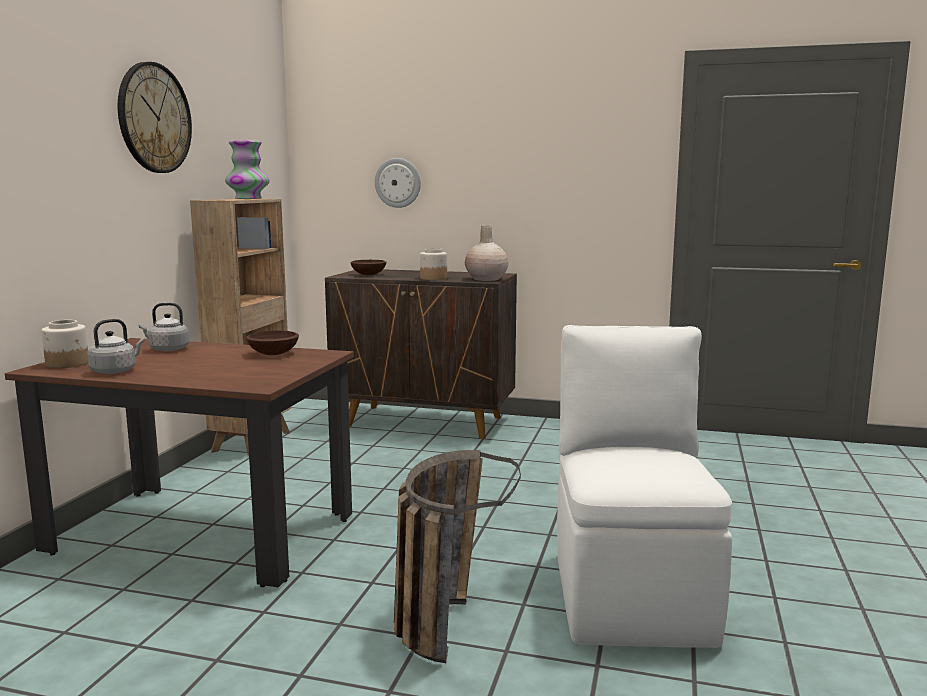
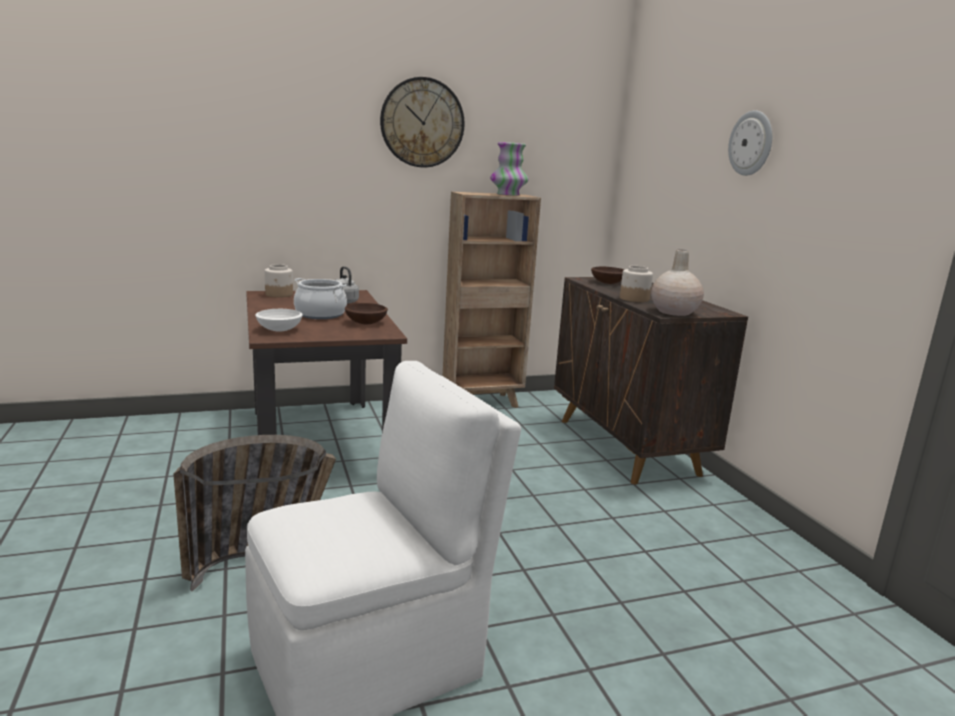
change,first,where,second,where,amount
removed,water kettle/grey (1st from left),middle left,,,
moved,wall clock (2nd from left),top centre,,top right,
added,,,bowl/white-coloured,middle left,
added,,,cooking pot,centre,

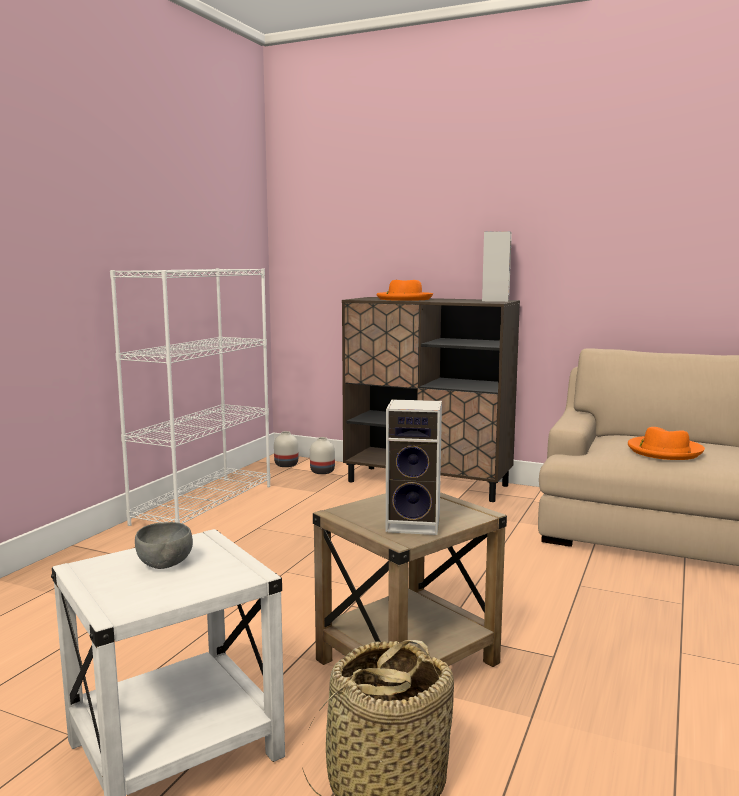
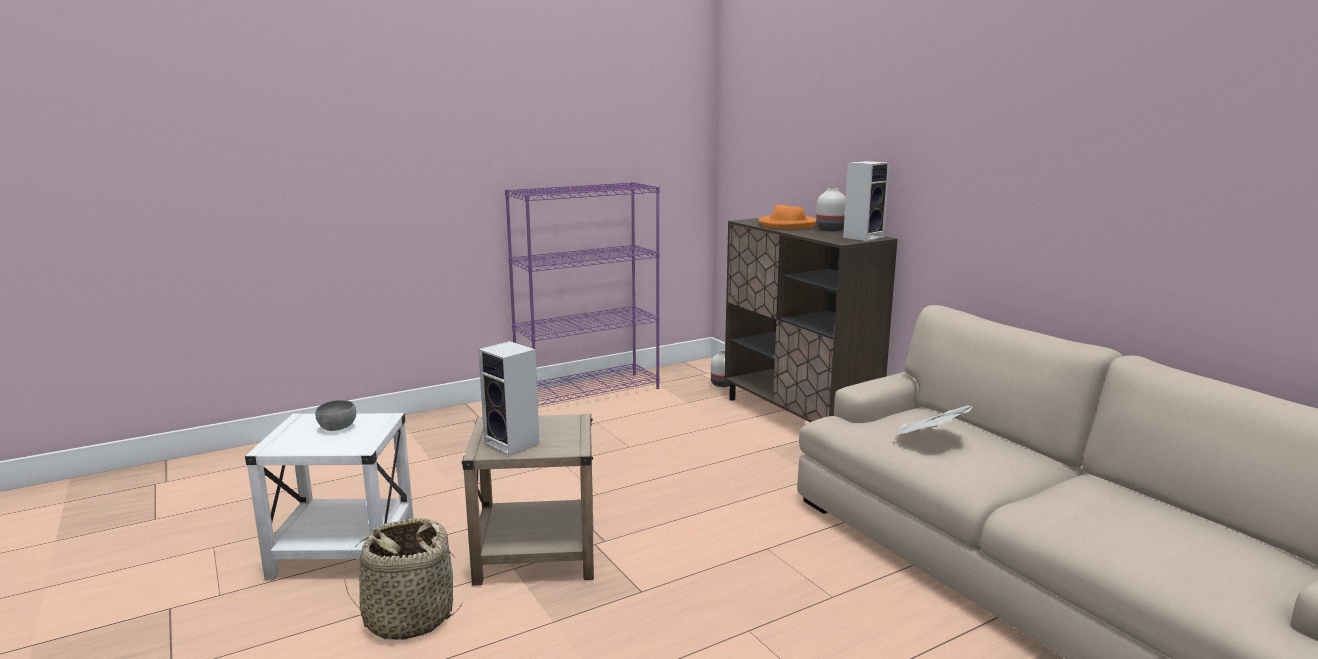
change,first,where,second,where,amount
recoloured,bookcase/white-coloured,middle left,bookcase/purple,centre,
moved,vase/white-coloured (1st from left in the first image),centre,vase/white-coloured (2nd from left),top centre,
replaced,clothing hat/orange (2nd from left),middle right,daily paper,middle right,

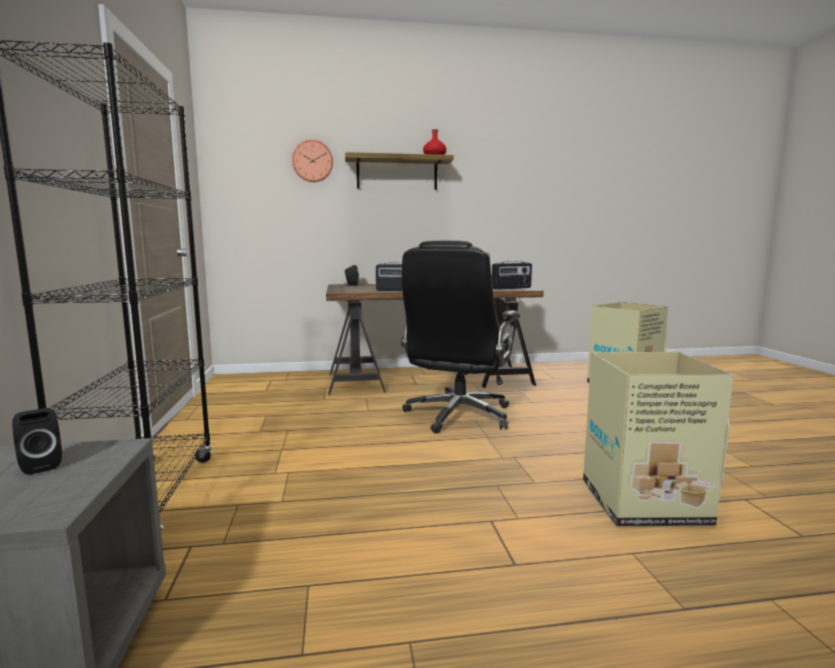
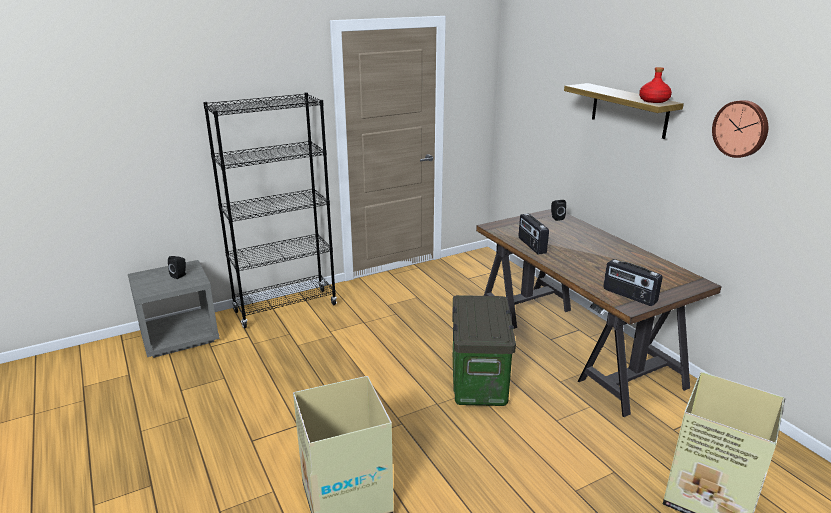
change,first,where,second,where,amount
moved,wall clock,top centre,,top right,
replaced,desk chair/black-coloured,centre,storage bin,bottom centre,

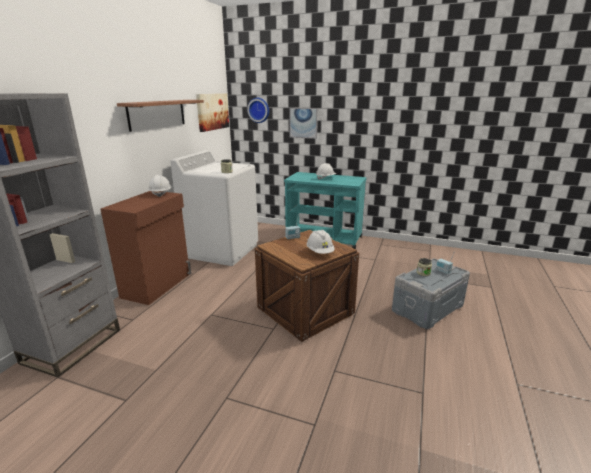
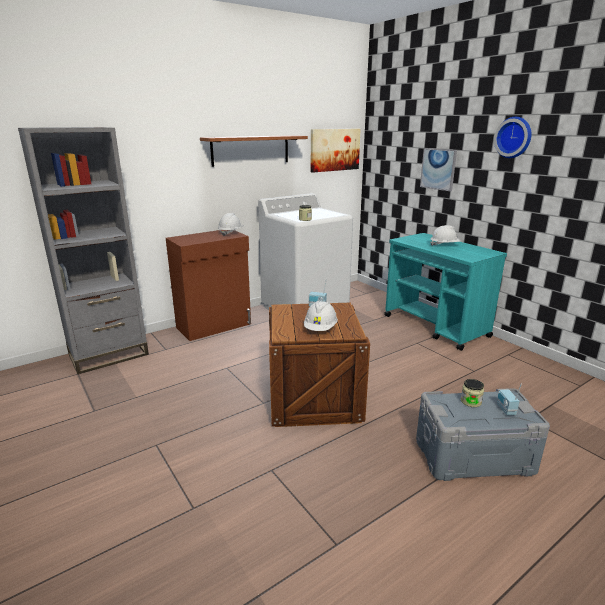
change,first,where,second,where,amount
moved,wall clock,top centre,,top right,

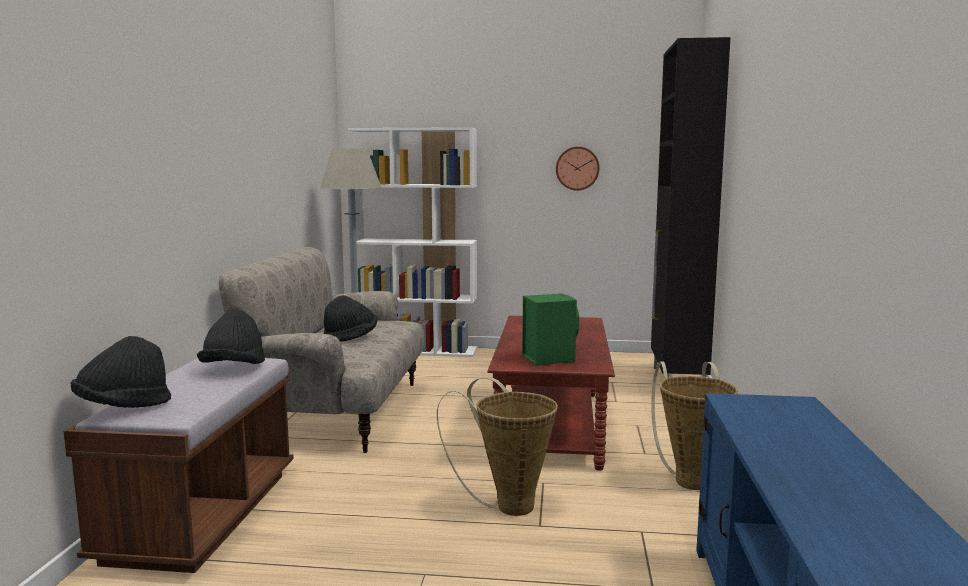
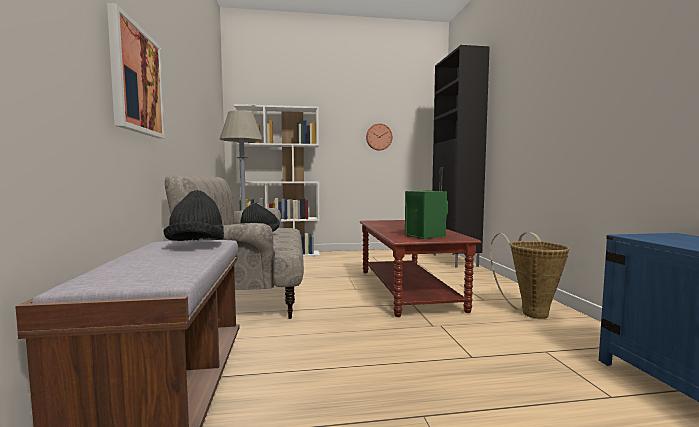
change,first,where,second,where,amount
removed,clothing hat/black-coloured (1st from left),middle left,,,
removed,basket (1st from left),bottom centre,,,
added,,,wall picture,top left,

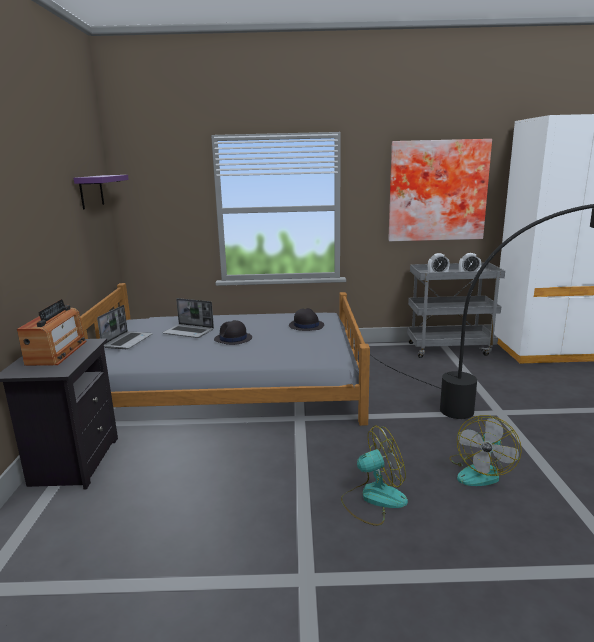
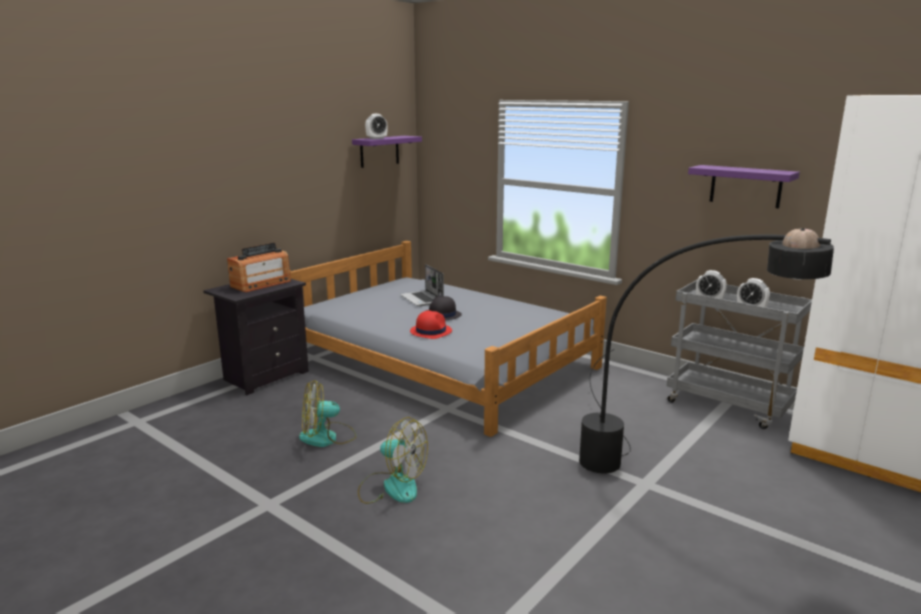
change,first,where,second,where,amount
removed,portable computer (1st from left),middle left,,,
removed,clothing hat/black-coloured (2nd from left),centre,,,
replaced,wall picture,top right,shelf/purple (2nd from left),top right,
moved,fan (2nd from left in the first image),bottom right,fan (1st from left),bottom centre,
added,,,table clock (1st from left),top centre,
added,,,clothing hat/red,centre,

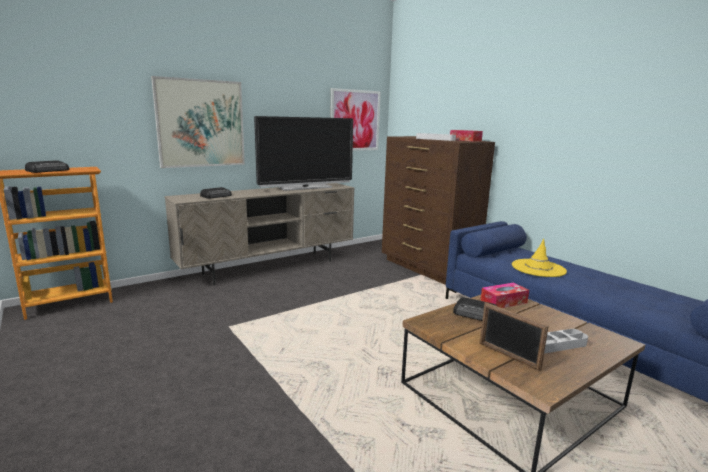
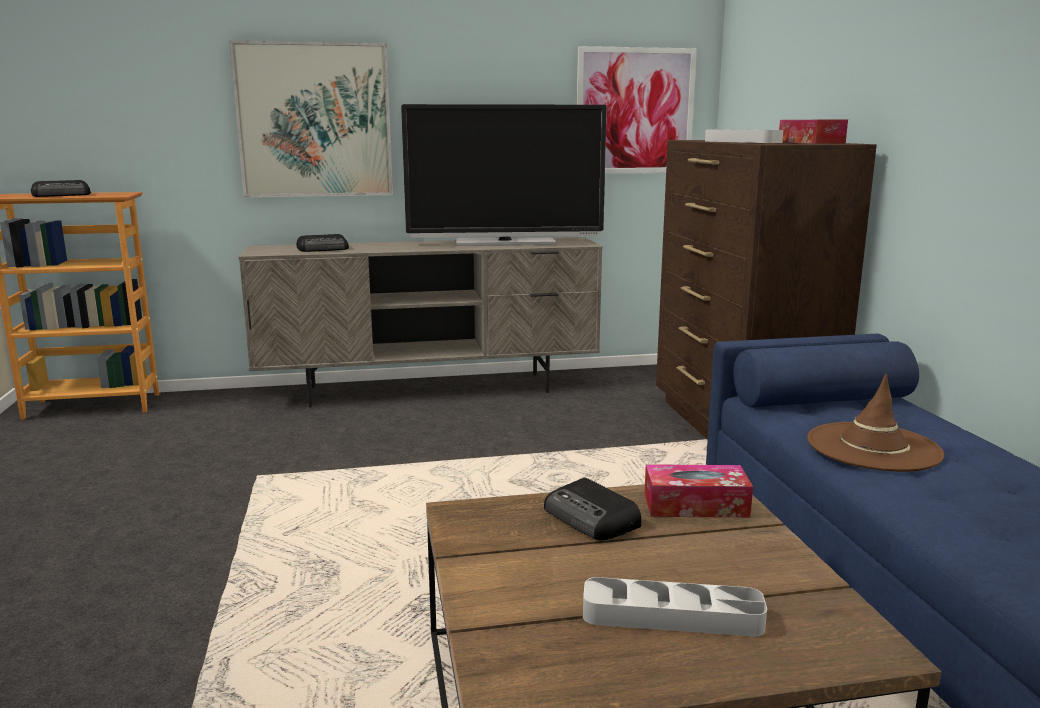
change,first,where,second,where,amount
removed,picture frame,bottom right,,,
recoloured,clothing hat/yellowish,middle right,clothing hat/brown,middle right,

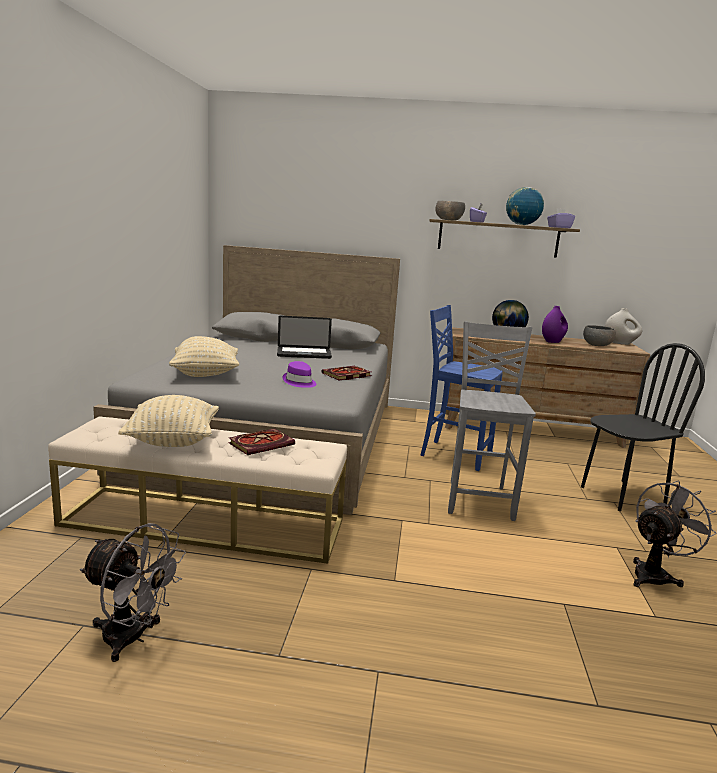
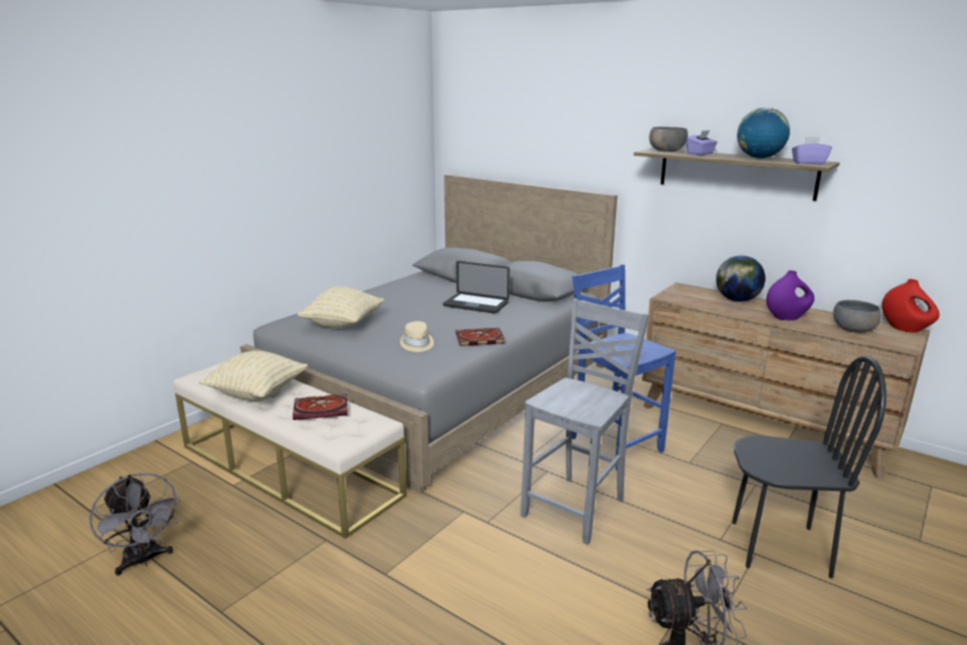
change,first,where,second,where,amount
recoloured,clothing hat/purple,centre,clothing hat/sand-coloured,centre,
recoloured,vase/white-coloured,middle right,vase/red,middle right,

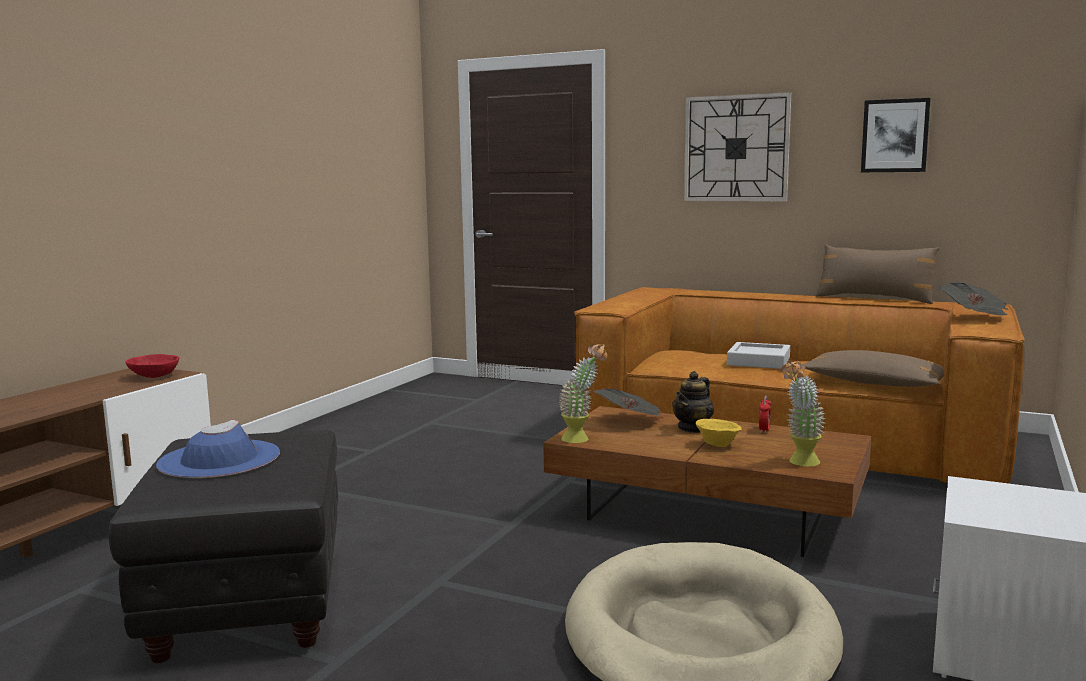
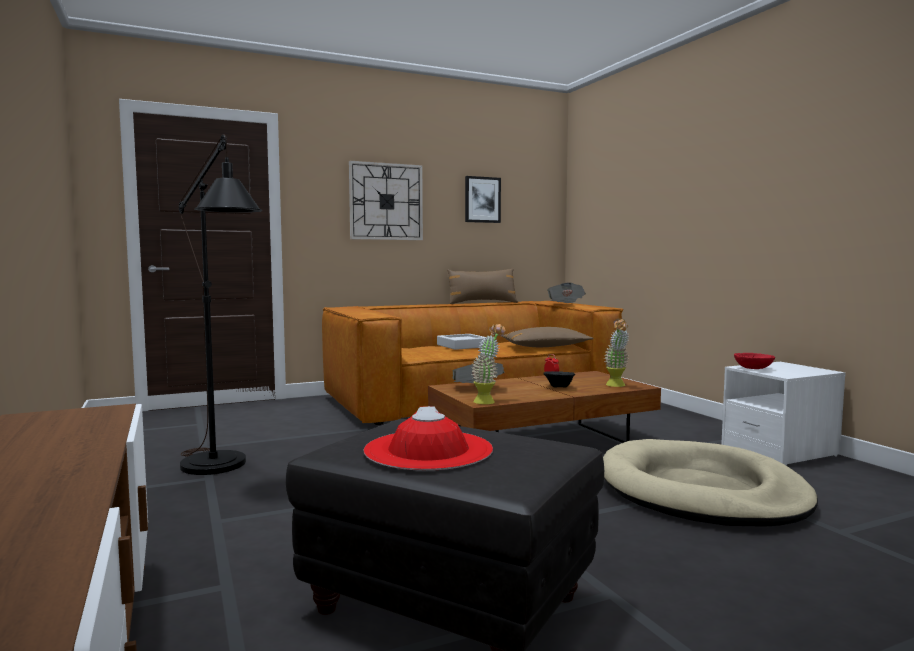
change,first,where,second,where,amount
moved,bowl/red,middle left,,middle right,
recoloured,clothing hat/bluish,middle left,clothing hat/red,bottom centre,
removed,pot for tea,centre,,,
recoloured,bowl/yellowish,centre,bowl/black-coloured,centre,
added,,,standard lamp/black-coloured,middle left,

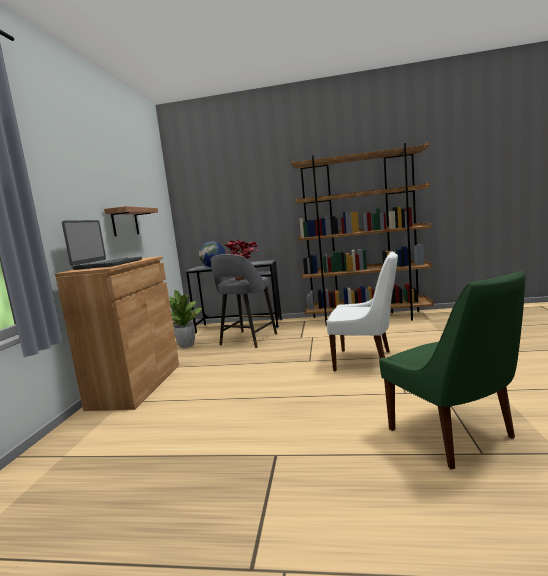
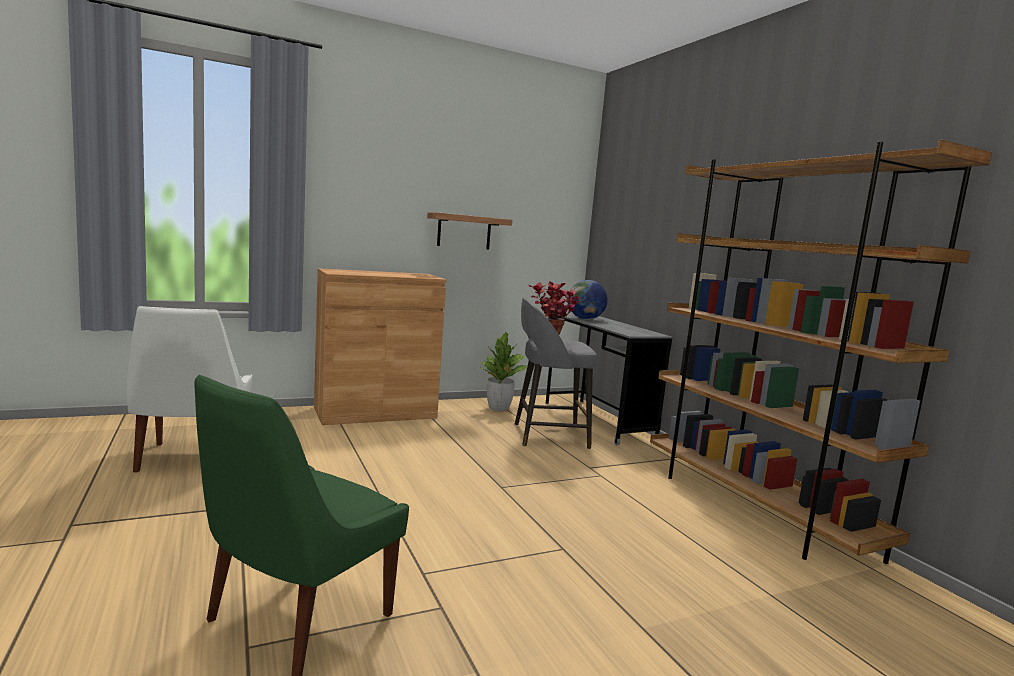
change,first,where,second,where,amount
removed,portable computer,middle left,,,
moved,upright chair/white-coloured,centre,,middle left,

